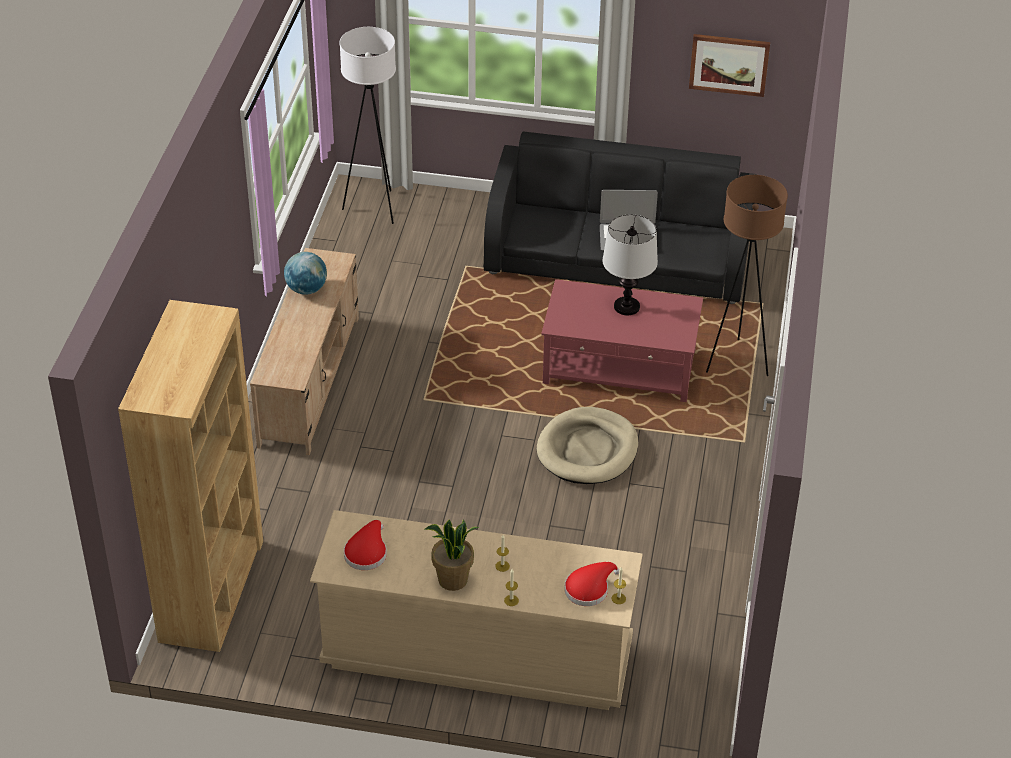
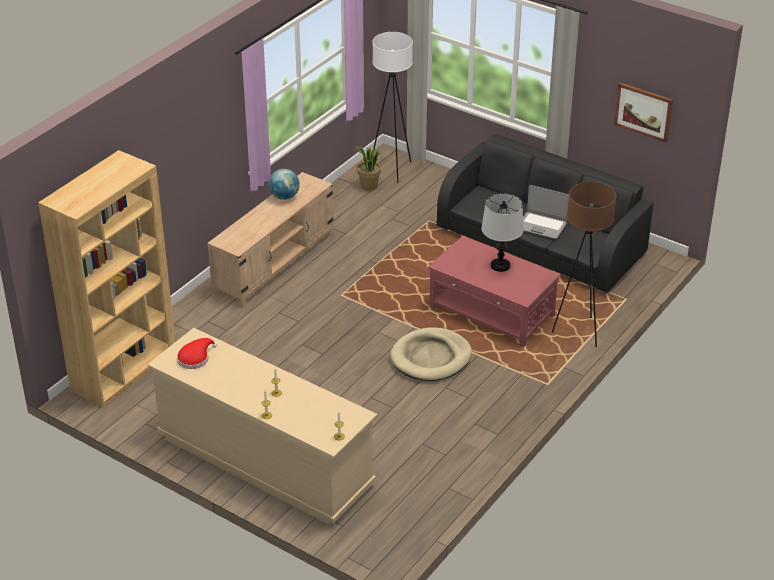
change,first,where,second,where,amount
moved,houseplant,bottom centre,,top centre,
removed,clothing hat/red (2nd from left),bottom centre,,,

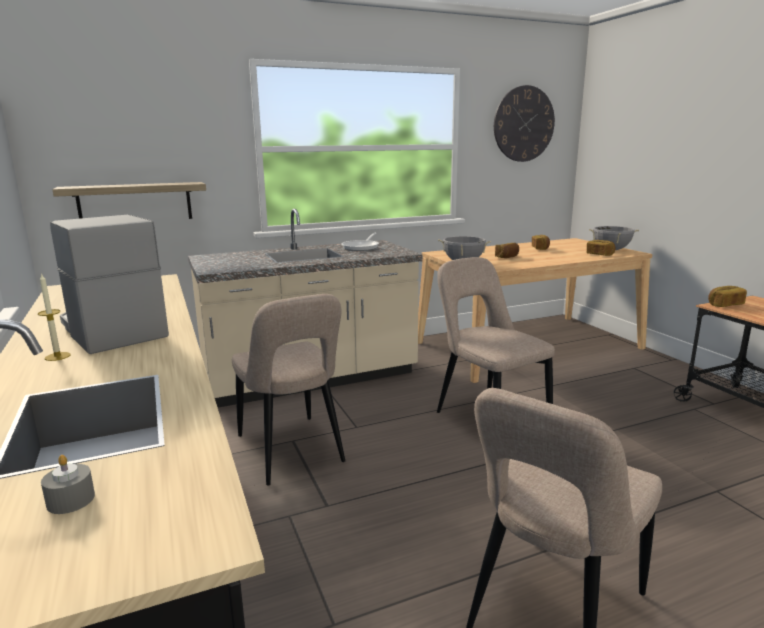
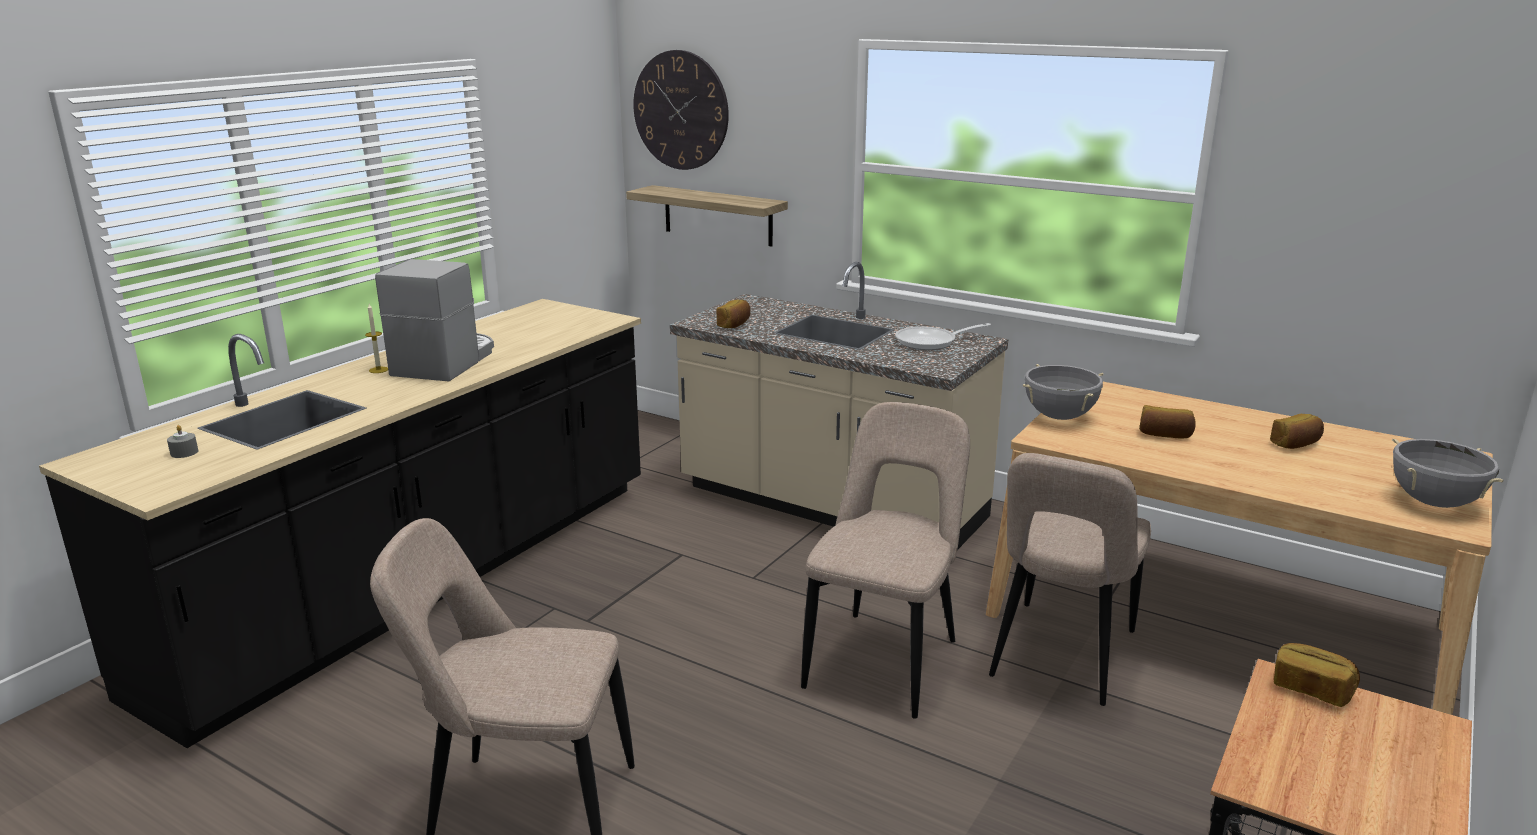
change,first,where,second,where,amount
moved,upright chair/sand-coloured (1st from left in the first image),centre,upright chair/sand-coloured (3rd from left),bottom right,
moved,wall clock,top right,,top centre,
moved,bread (3rd from left in the first image),middle right,bread (1st from left),centre,

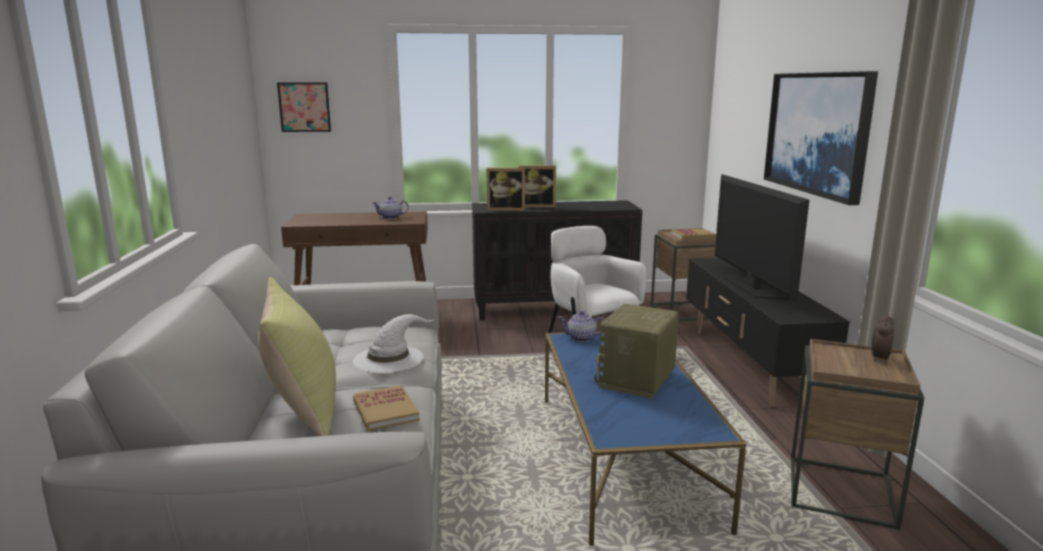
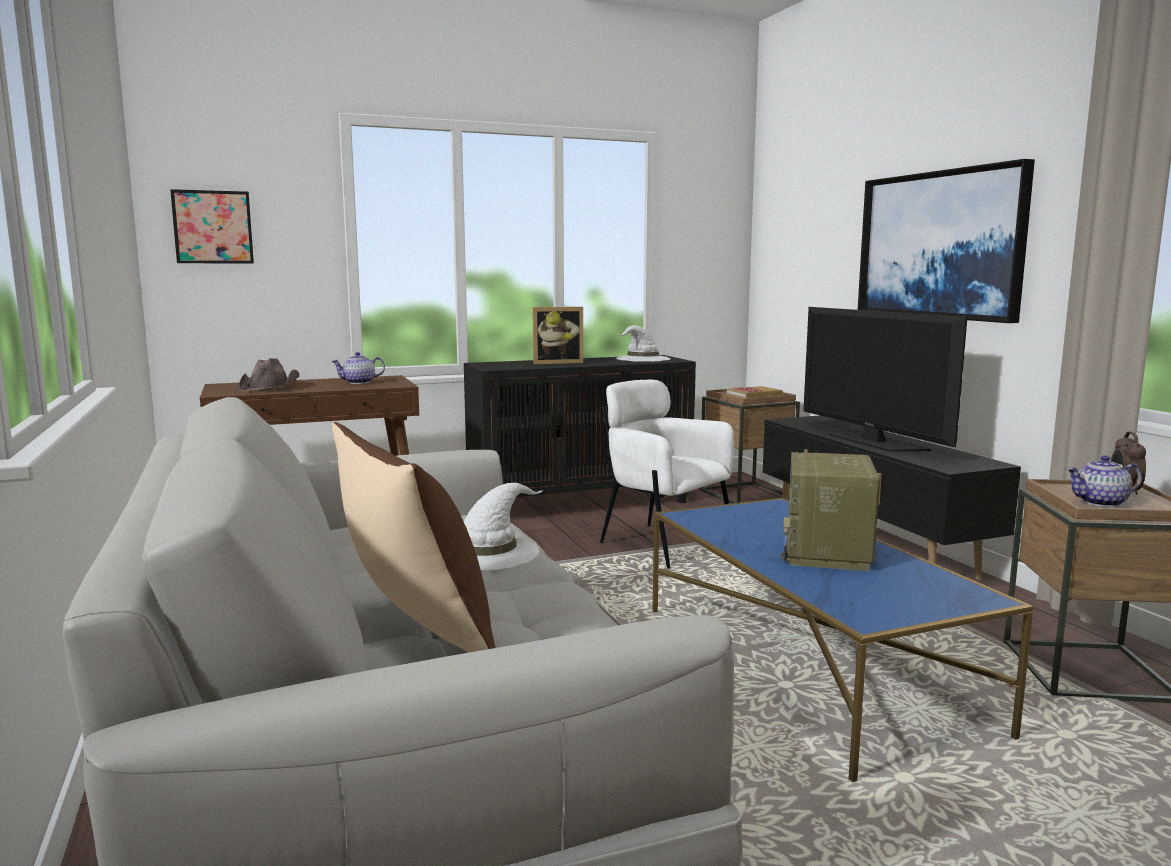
change,first,where,second,where,amount
recoloured,cushion/yellowish,middle left,cushion/brown,centre,
removed,bound book (1st from left),bottom centre,,,
removed,picture frame (1st from left),centre,,,
moved,pot for tea (2nd from left),centre,,middle right,
added,,,clothing hat/brown,middle left,
added,,,clothing hat/white-coloured (2nd from left),centre,

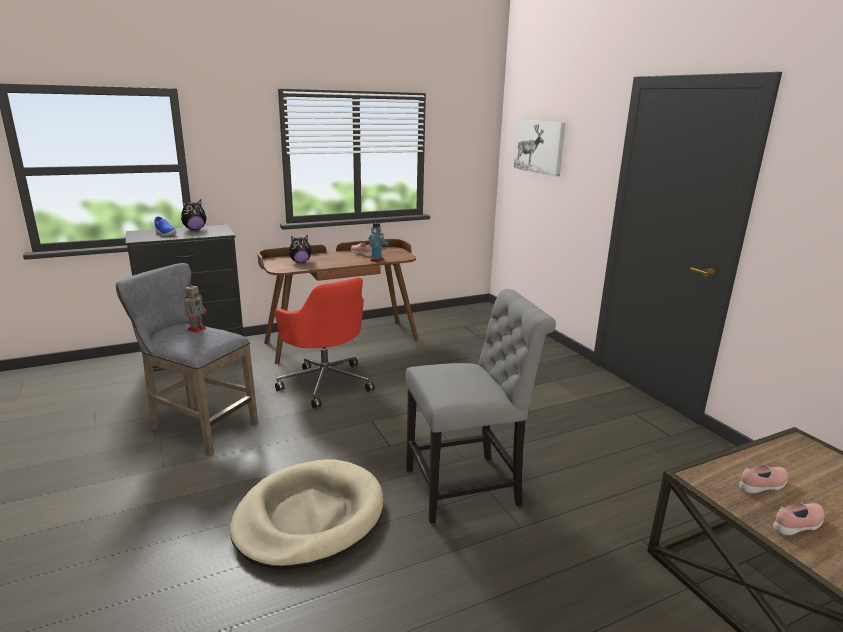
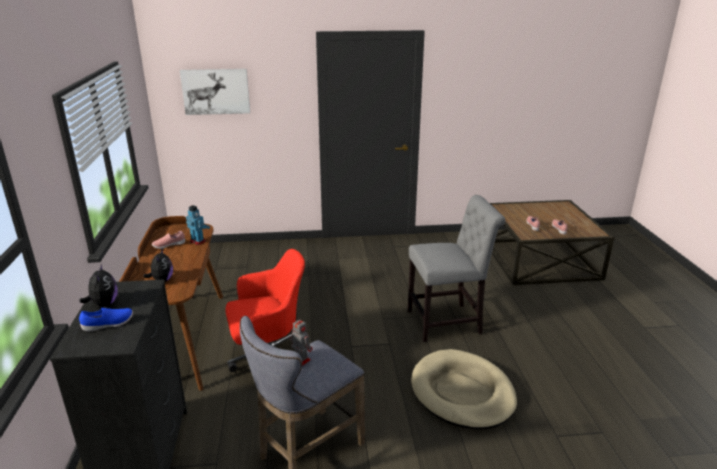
change,first,where,second,where,amount
turned,upright chair/grey,centre,,centre,75 degrees clockwise

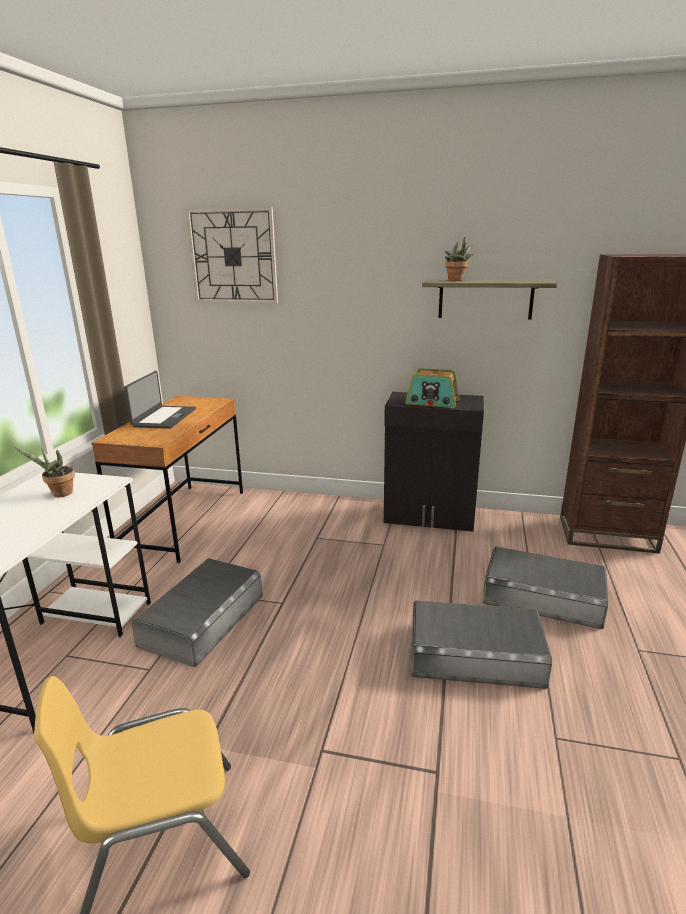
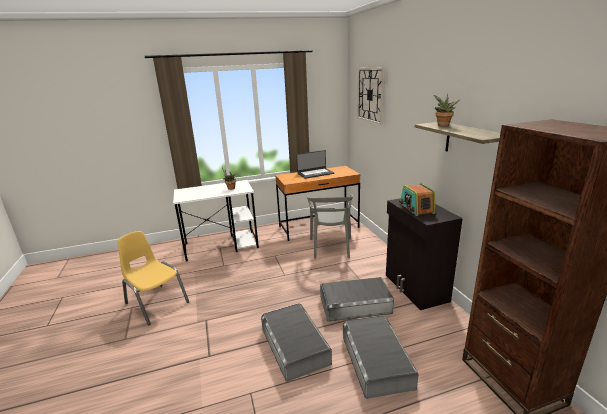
change,first,where,second,where,amount
moved,storage bin/grey (1st from left in the first image),bottom left,storage bin/grey (2nd from left),bottom centre,
added,,,upright chair/grey,centre,

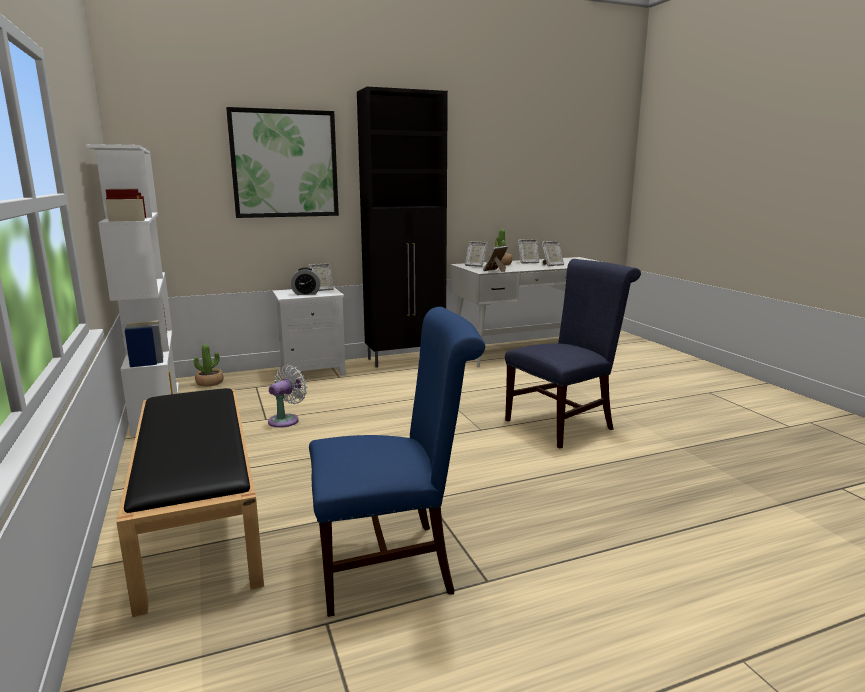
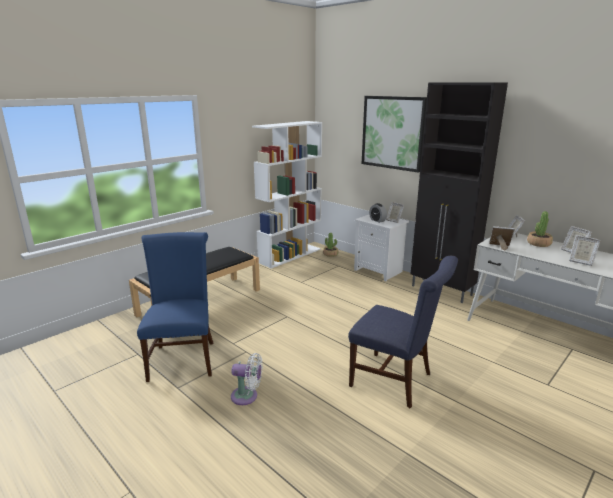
change,first,where,second,where,amount
moved,fan/white-coloured,middle left,,bottom centre,
turned,upright chair/bluish (1st from left),bottom centre,,middle left,150 degrees counterclockwise

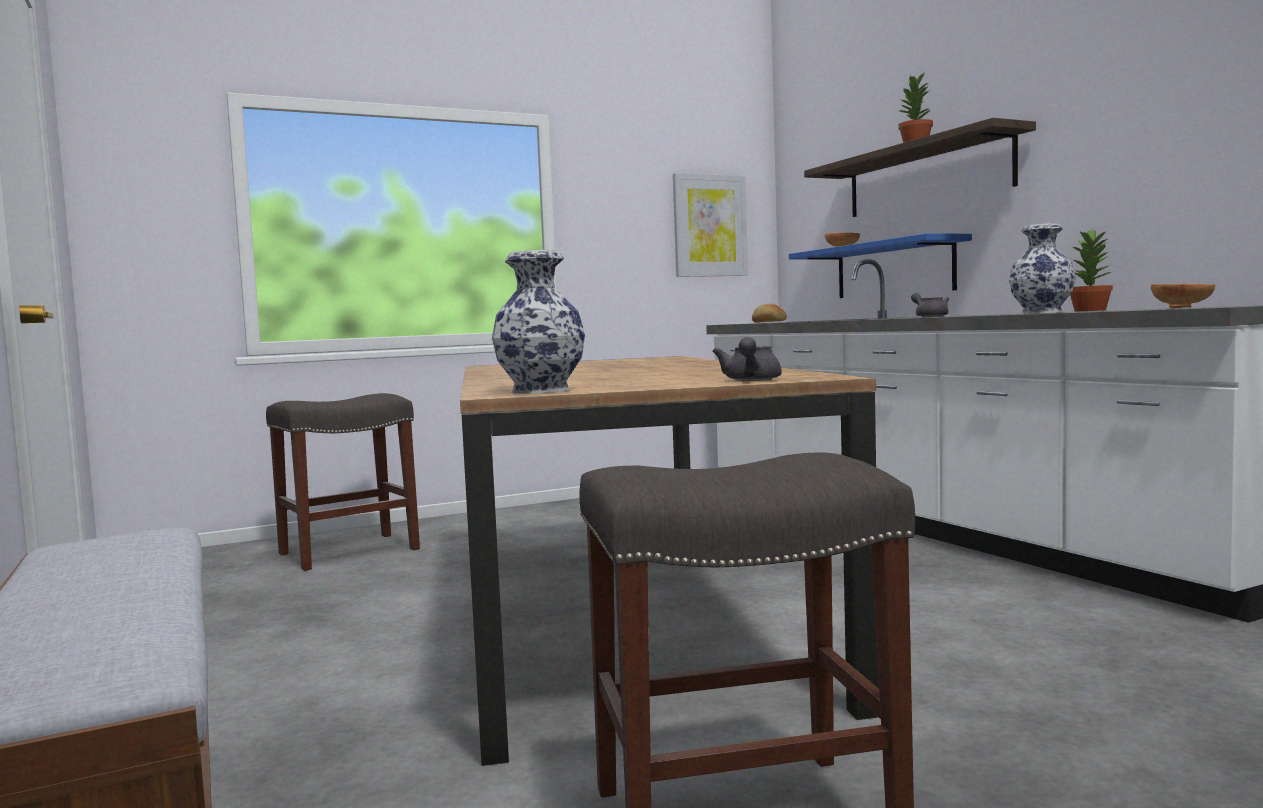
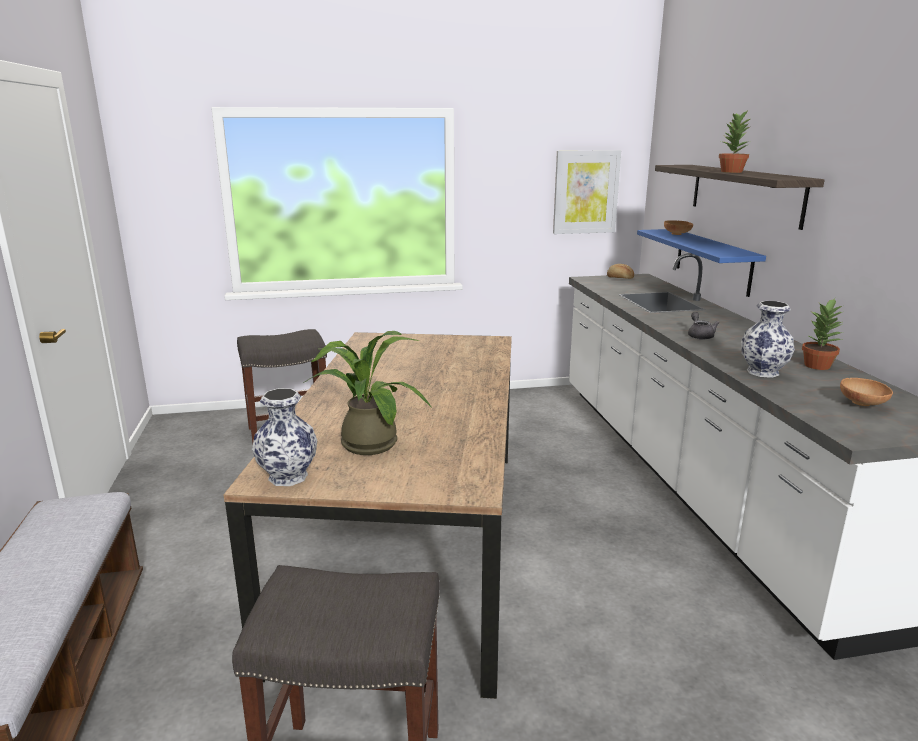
change,first,where,second,where,amount
removed,pot for tea/grey (1st from left),centre,,,
added,,,houseplant (1st from left),centre,

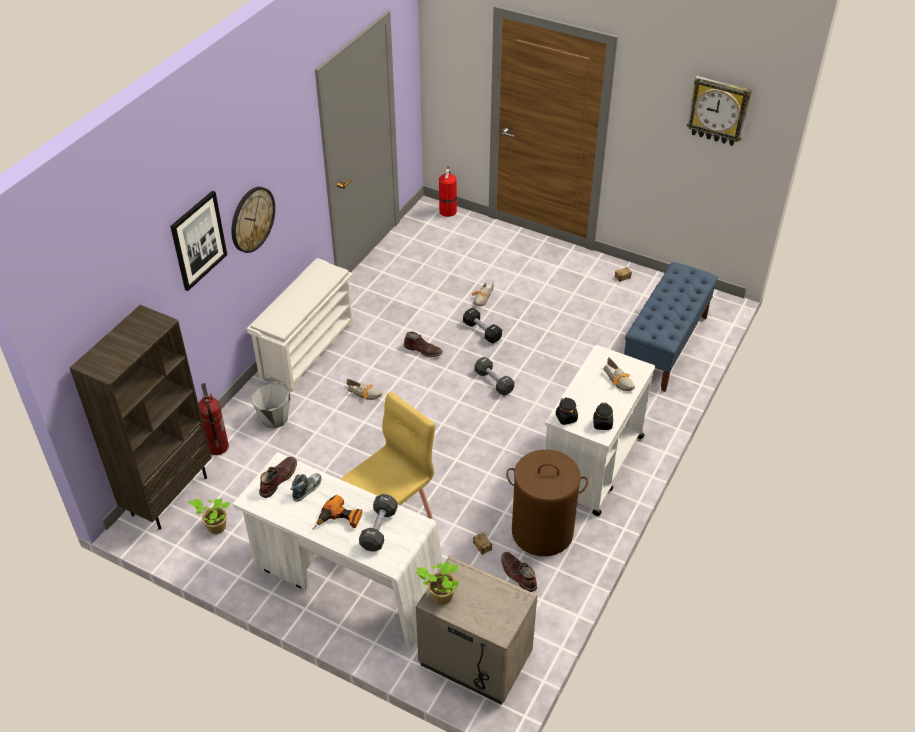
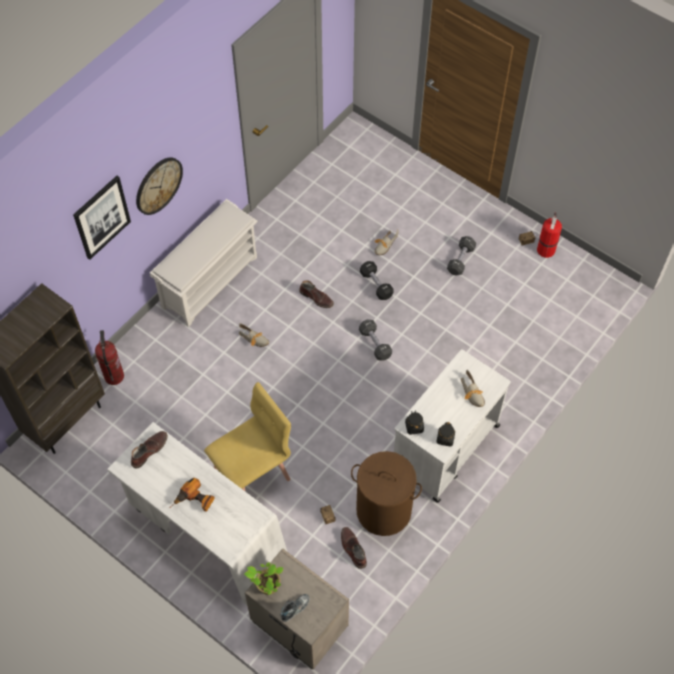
change,first,where,second,where,amount
removed,houseplant (1st from left),bottom left,,,
removed,water bucket/grey,middle left,,,
moved,low shoe (1st from left in the first image),centre,low shoe (2nd from left),bottom centre,
moved,hand weight/black-coloured (1st from left in the first image),bottom centre,hand weight/black-coloured (3rd from left),middle right,
moved,extinguisher (2nd from left),top centre,,middle right,
removed,bench/bluish,middle right,,,
removed,wall clock (2nd from left),top right,,,

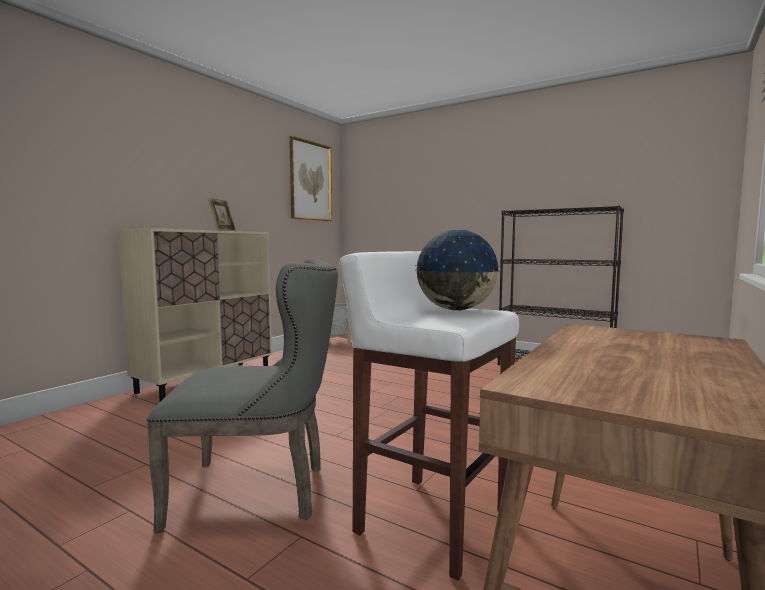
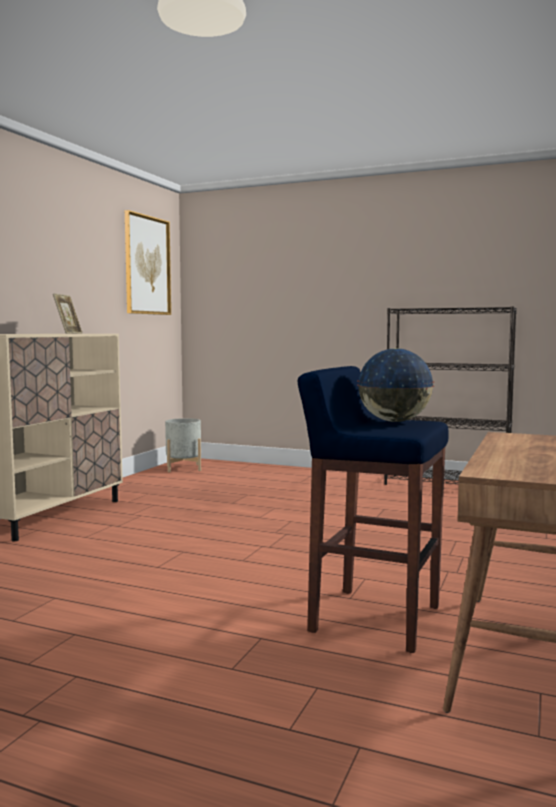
change,first,where,second,where,amount
removed,upright chair/grey,bottom left,,,
recoloured,stool seat/white-coloured,bottom centre,stool seat/bluish,middle right,

